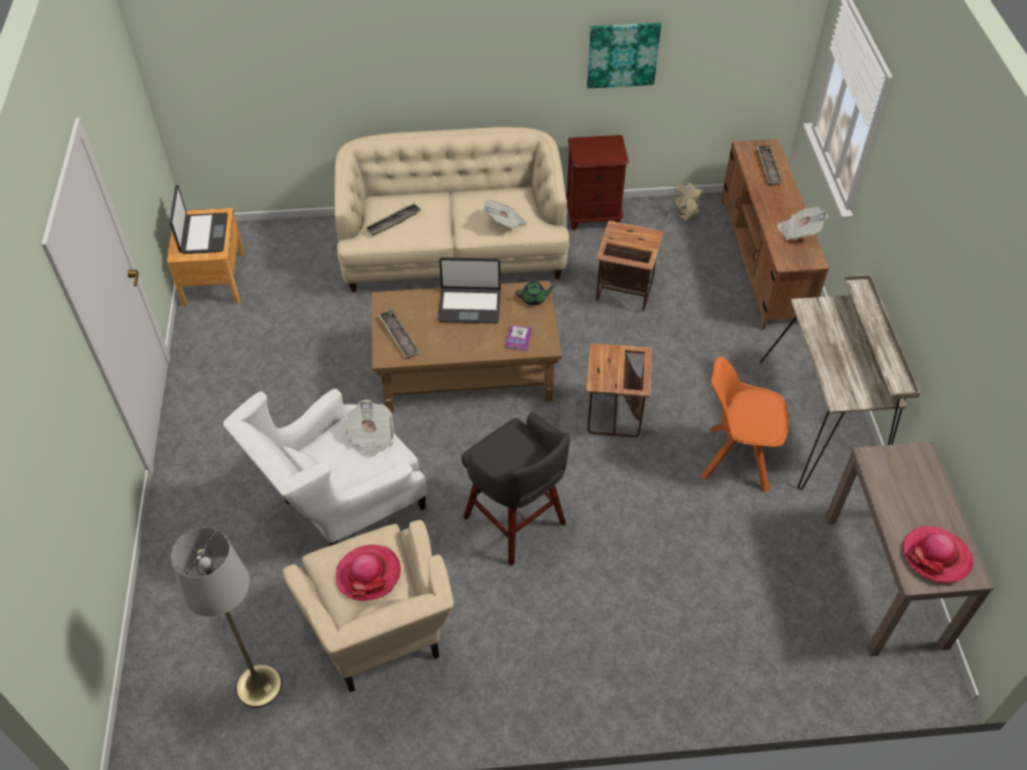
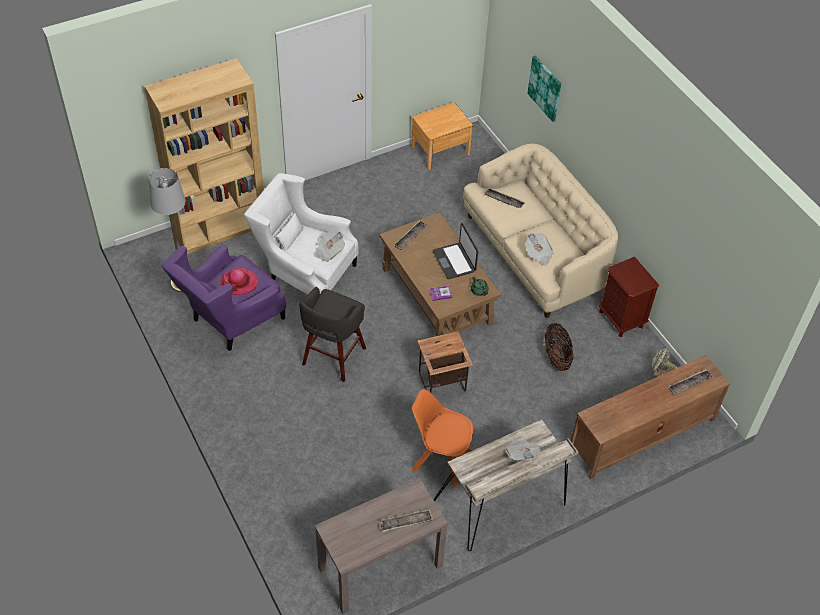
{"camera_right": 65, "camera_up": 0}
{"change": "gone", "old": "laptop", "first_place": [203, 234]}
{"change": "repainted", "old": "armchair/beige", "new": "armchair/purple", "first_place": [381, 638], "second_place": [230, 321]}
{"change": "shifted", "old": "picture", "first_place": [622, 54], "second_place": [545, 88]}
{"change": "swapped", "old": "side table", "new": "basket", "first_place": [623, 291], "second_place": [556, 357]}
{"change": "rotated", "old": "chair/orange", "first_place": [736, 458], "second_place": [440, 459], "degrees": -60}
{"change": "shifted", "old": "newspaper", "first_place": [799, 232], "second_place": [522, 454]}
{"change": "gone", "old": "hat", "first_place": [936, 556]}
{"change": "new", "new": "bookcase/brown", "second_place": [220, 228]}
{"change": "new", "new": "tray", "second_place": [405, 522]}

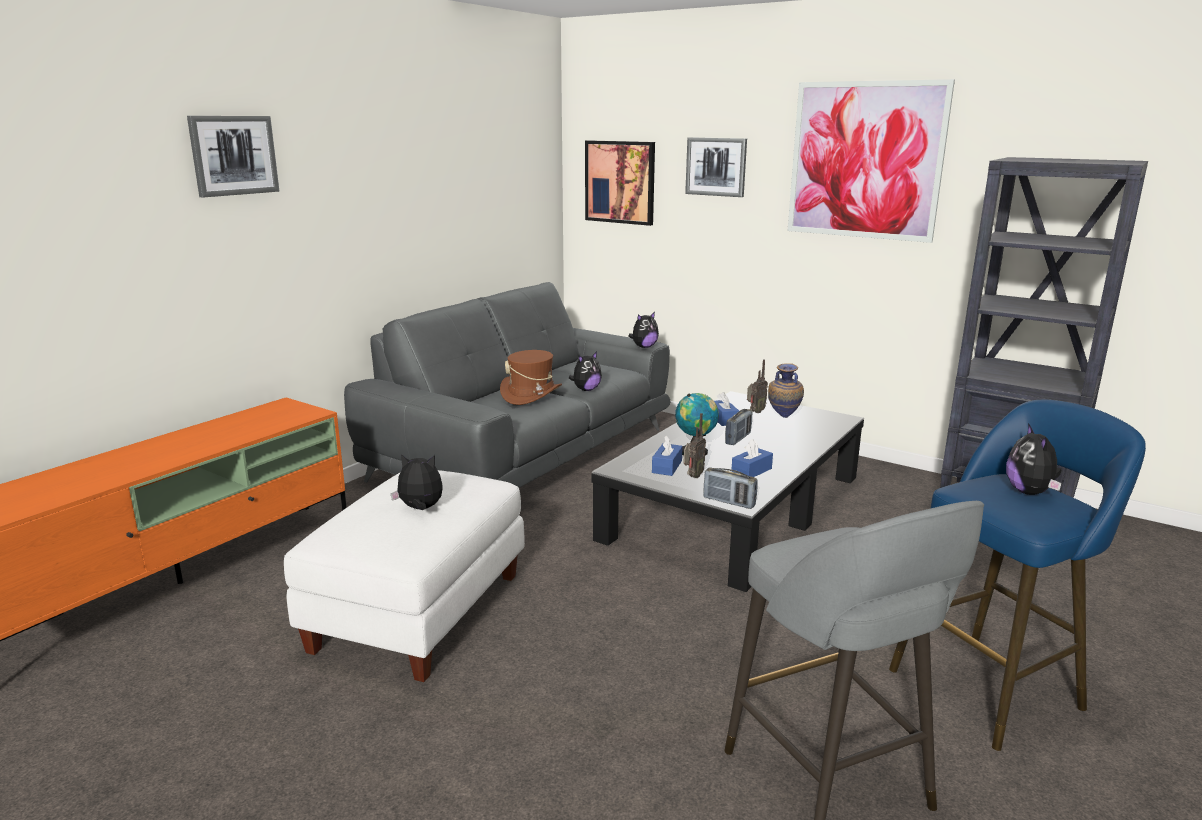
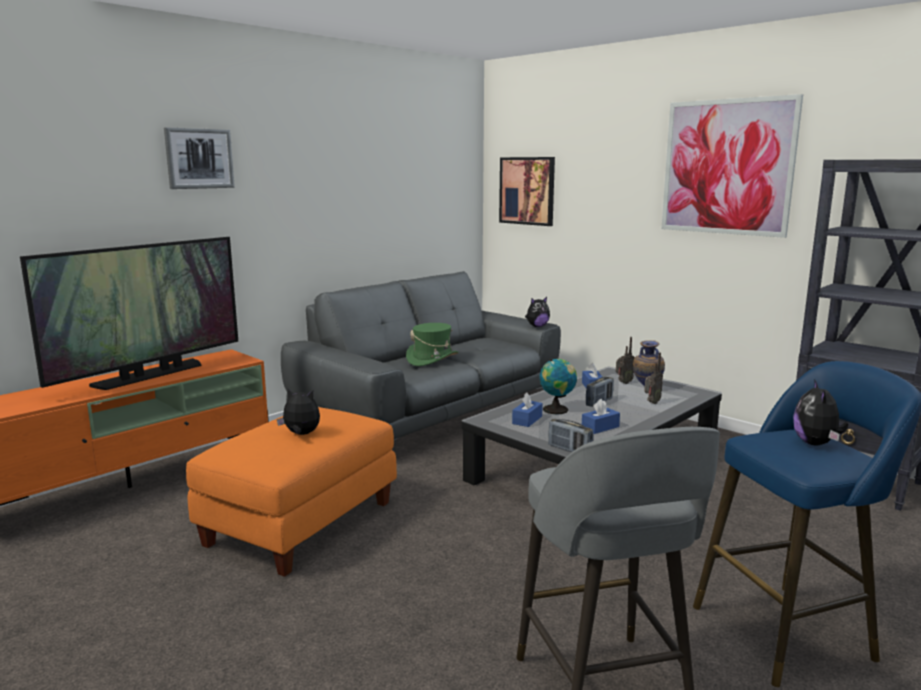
{"camera_right": 10, "camera_up": -5}
{"change": "repainted", "old": "ottoman/white", "new": "ottoman/orange", "first_place": [418, 610], "second_place": [300, 522]}
{"change": "repainted", "old": "hat/brown", "new": "hat/green", "first_place": [531, 394], "second_place": [432, 359]}
{"change": "gone", "old": "plush toy", "first_place": [586, 389]}
{"change": "shifted", "old": "radio", "first_place": [692, 476], "second_place": [651, 403]}
{"change": "gone", "old": "picture", "first_place": [716, 166]}
{"change": "new", "new": "television", "second_place": [150, 375]}

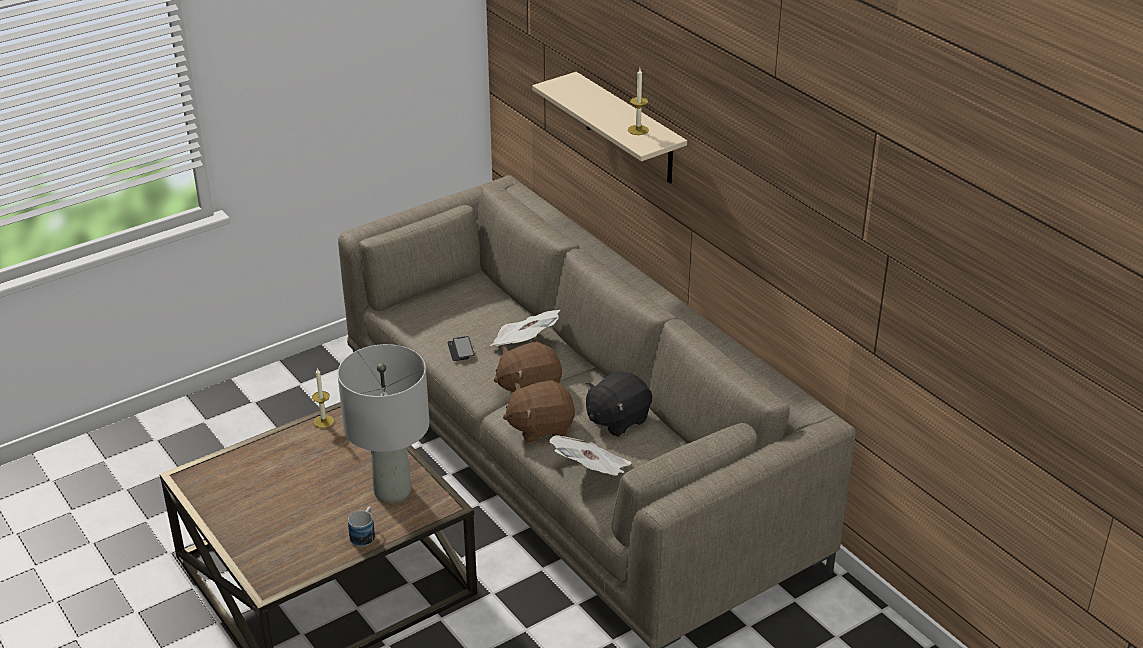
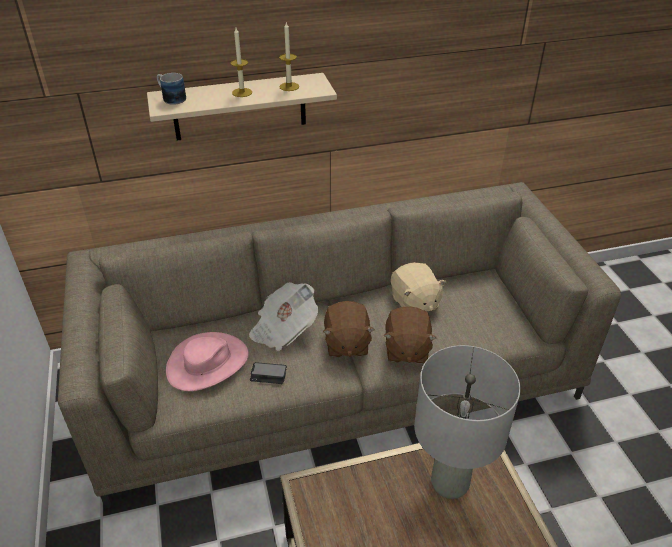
{"camera_right": -70, "camera_up": 5}
{"change": "shifted", "old": "candle", "first_place": [323, 421], "second_place": [242, 92]}
{"change": "shifted", "old": "mug", "first_place": [364, 534], "second_place": [171, 98]}
{"change": "gone", "old": "newspaper", "first_place": [591, 472]}
{"change": "repainted", "old": "plush toy/black", "new": "plush toy/beige", "first_place": [617, 420], "second_place": [414, 303]}
{"change": "new", "new": "hat/pink", "second_place": [208, 363]}

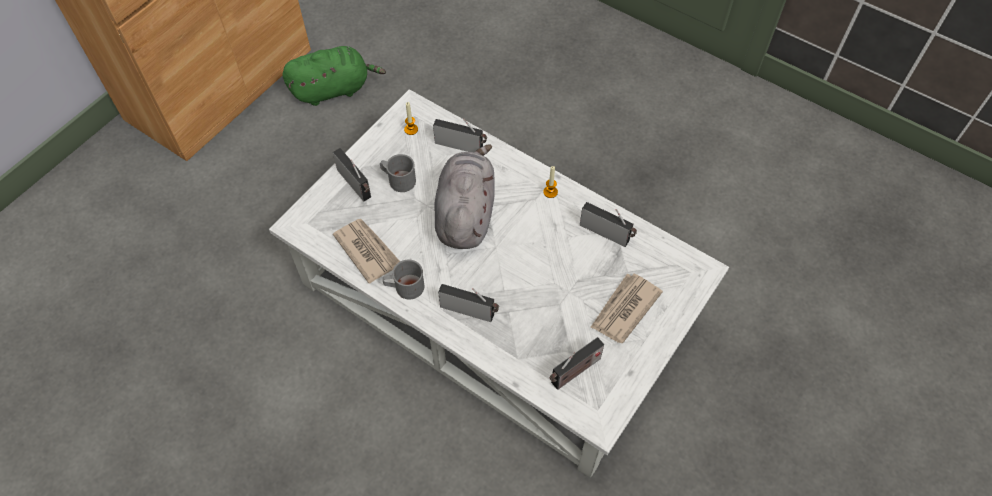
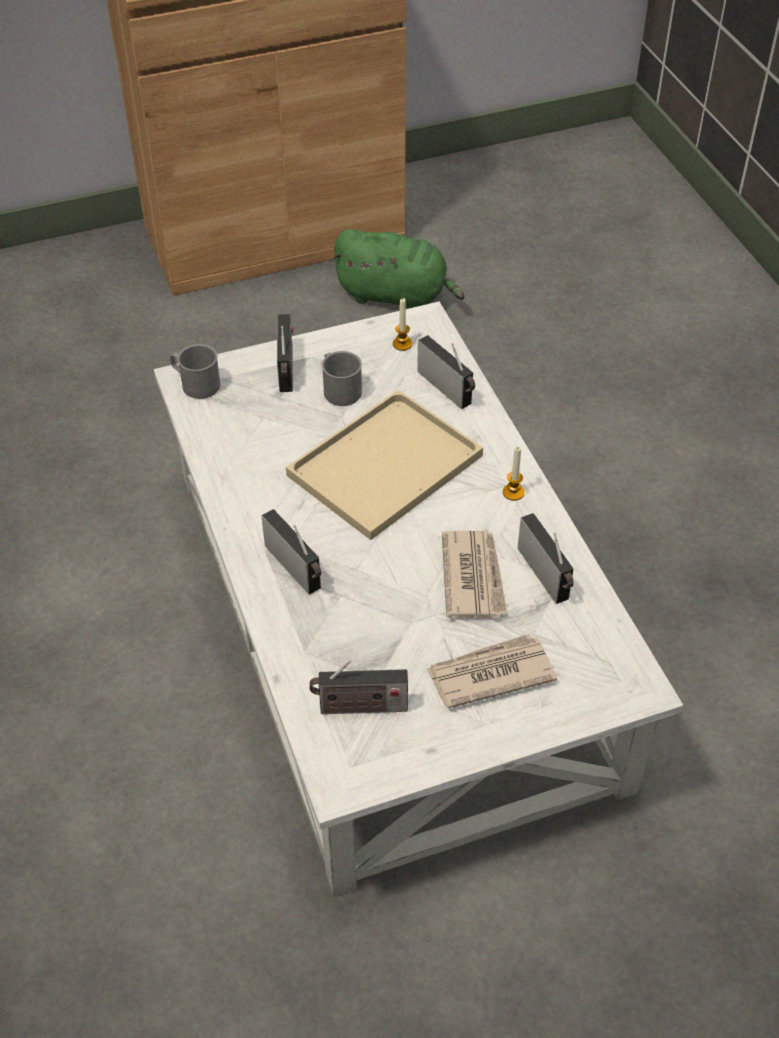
{"camera_right": 35, "camera_up": -10}
{"change": "shifted", "old": "newspaper", "first_place": [367, 250], "second_place": [473, 577]}
{"change": "shifted", "old": "mug/grey", "first_place": [404, 287], "second_place": [196, 384]}
{"change": "swapped", "old": "plush toy/grey", "new": "tray/beige", "first_place": [465, 213], "second_place": [386, 463]}

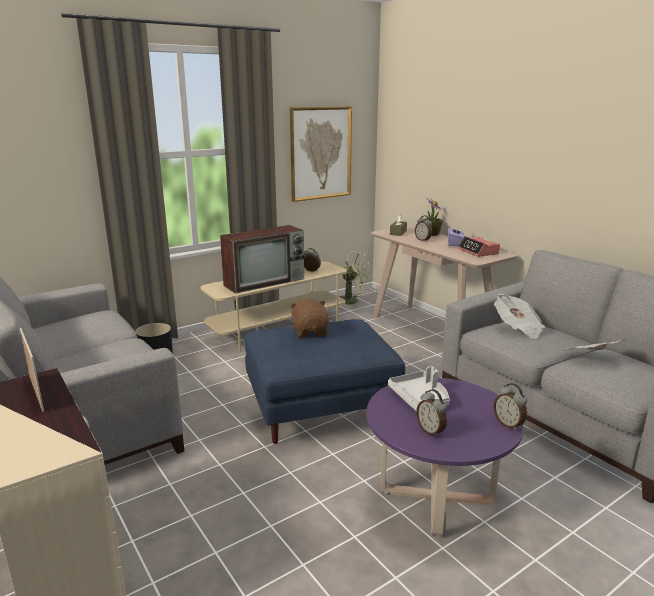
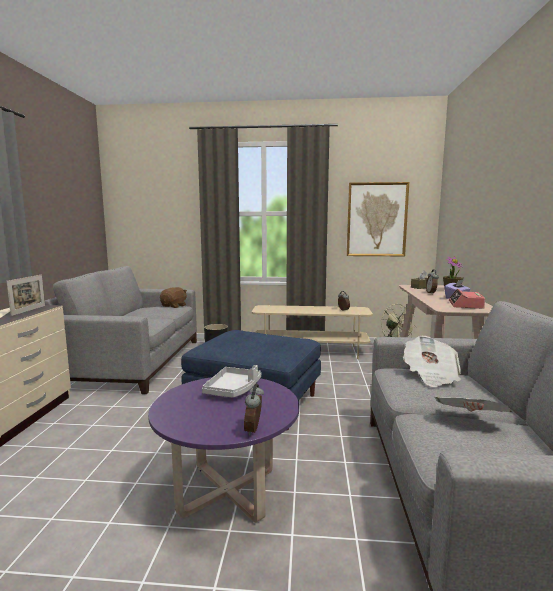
{"camera_right": 40, "camera_up": -10}
{"change": "gone", "old": "television", "first_place": [265, 282]}
{"change": "shifted", "old": "plush toy/brown", "first_place": [310, 332], "second_place": [174, 306]}
{"change": "gone", "old": "alarm clock", "first_place": [431, 431]}

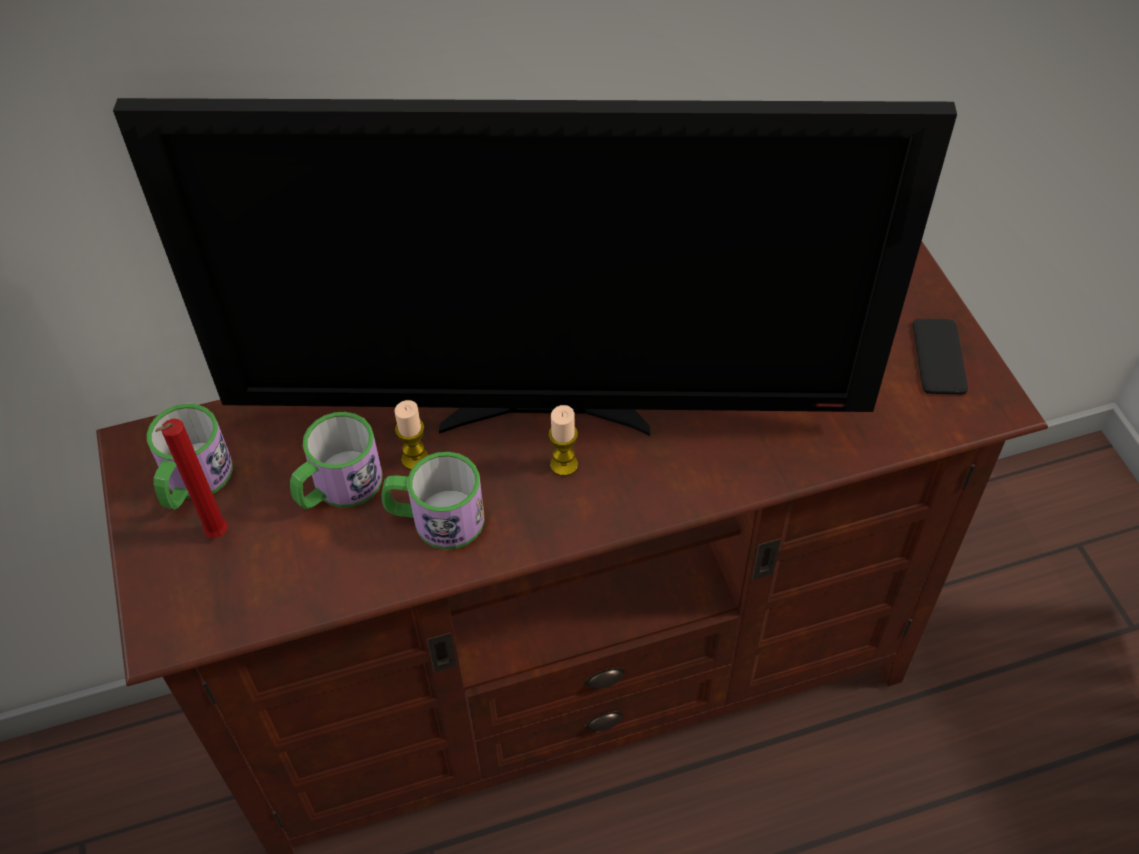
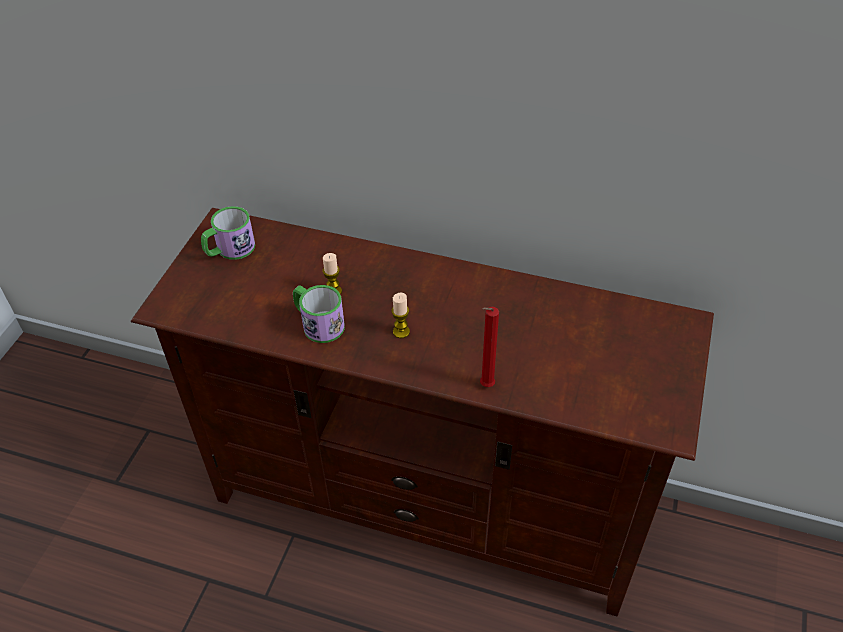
{"camera_right": 35, "camera_up": -5}
{"change": "gone", "old": "television", "first_place": [547, 414]}
{"change": "shifted", "old": "candle/red", "first_place": [215, 536], "second_place": [485, 386]}
{"change": "gone", "old": "mug", "first_place": [338, 487]}
{"change": "gone", "old": "phone", "first_place": [939, 357]}

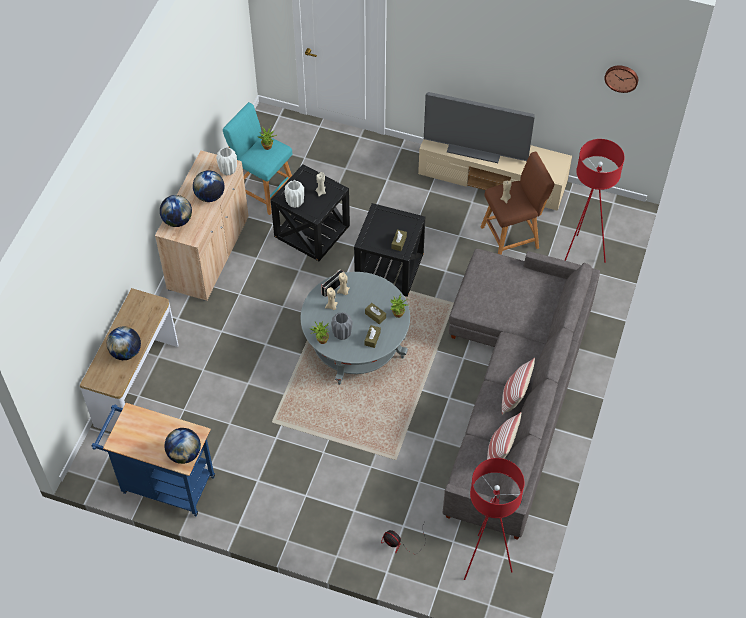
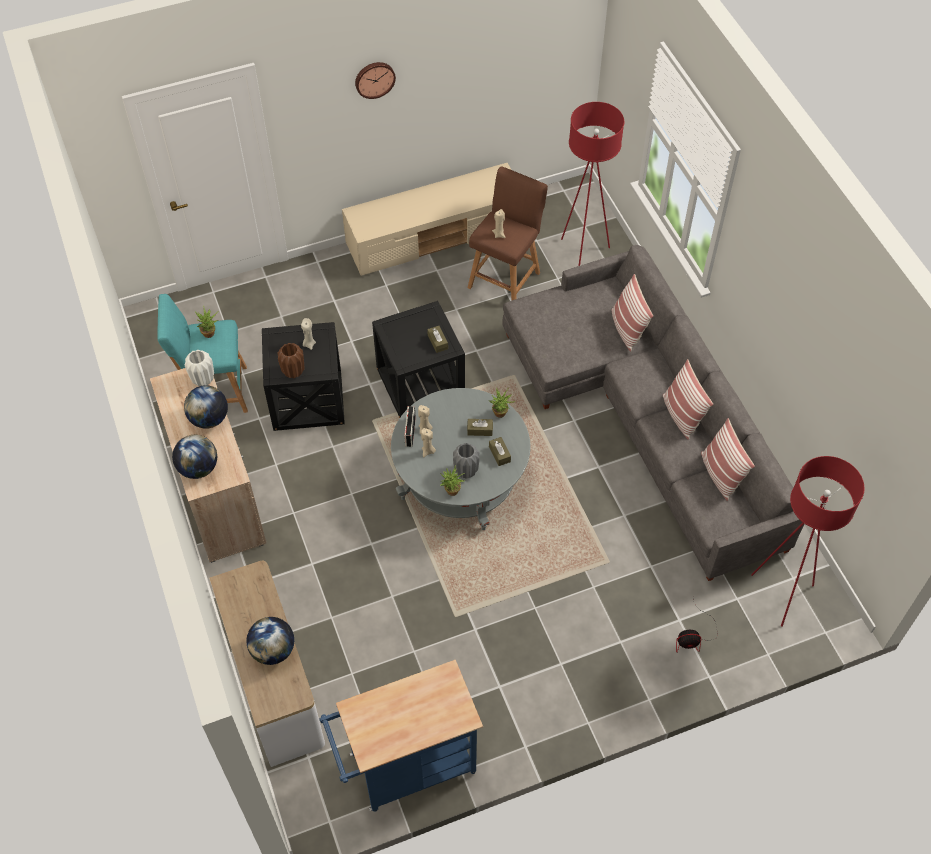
{"camera_right": -40, "camera_up": 0}
{"change": "gone", "old": "globe", "first_place": [184, 454]}
{"change": "repainted", "old": "vase/white", "new": "vase/brown", "first_place": [295, 203], "second_place": [293, 371]}
{"change": "gone", "old": "television", "first_place": [476, 148]}
{"change": "shifted", "old": "wall clock", "first_place": [621, 77], "second_place": [374, 79]}
{"change": "new", "new": "pillow", "second_place": [627, 329]}

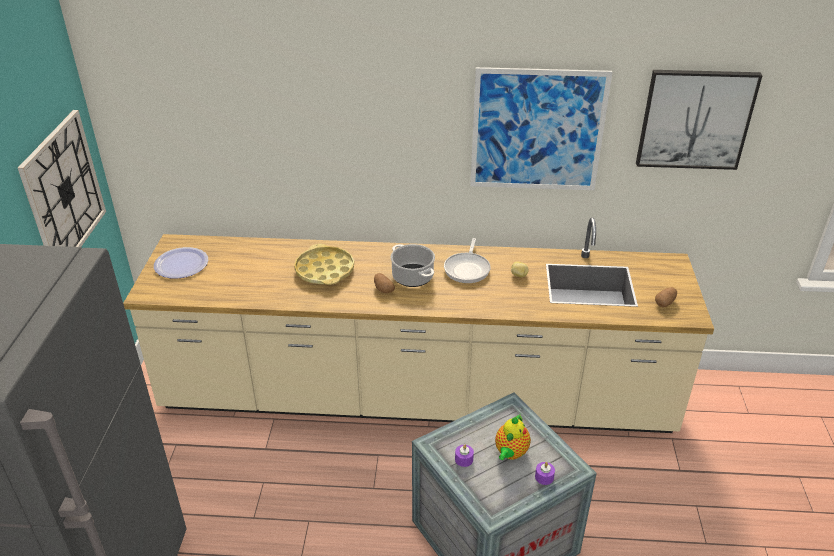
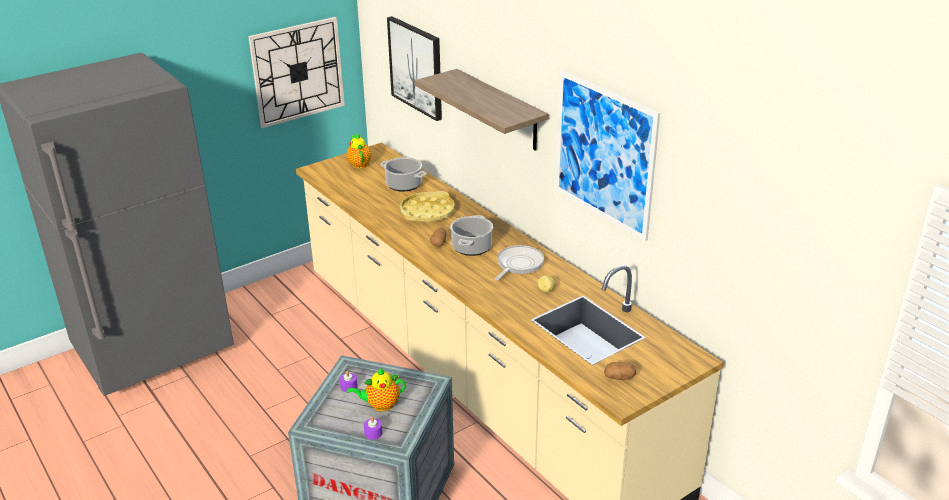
{"camera_right": 50, "camera_up": -5}
{"change": "swapped", "old": "plate", "new": "teapot", "first_place": [181, 264], "second_place": [359, 164]}
{"change": "rotated", "old": "frying pan", "first_place": [467, 269], "second_place": [518, 264], "degrees": 150}
{"change": "shifted", "old": "picture", "first_place": [695, 119], "second_place": [416, 67]}
{"change": "new", "new": "cooking pot", "second_place": [403, 185]}
{"change": "new", "new": "shelf", "second_place": [500, 110]}

